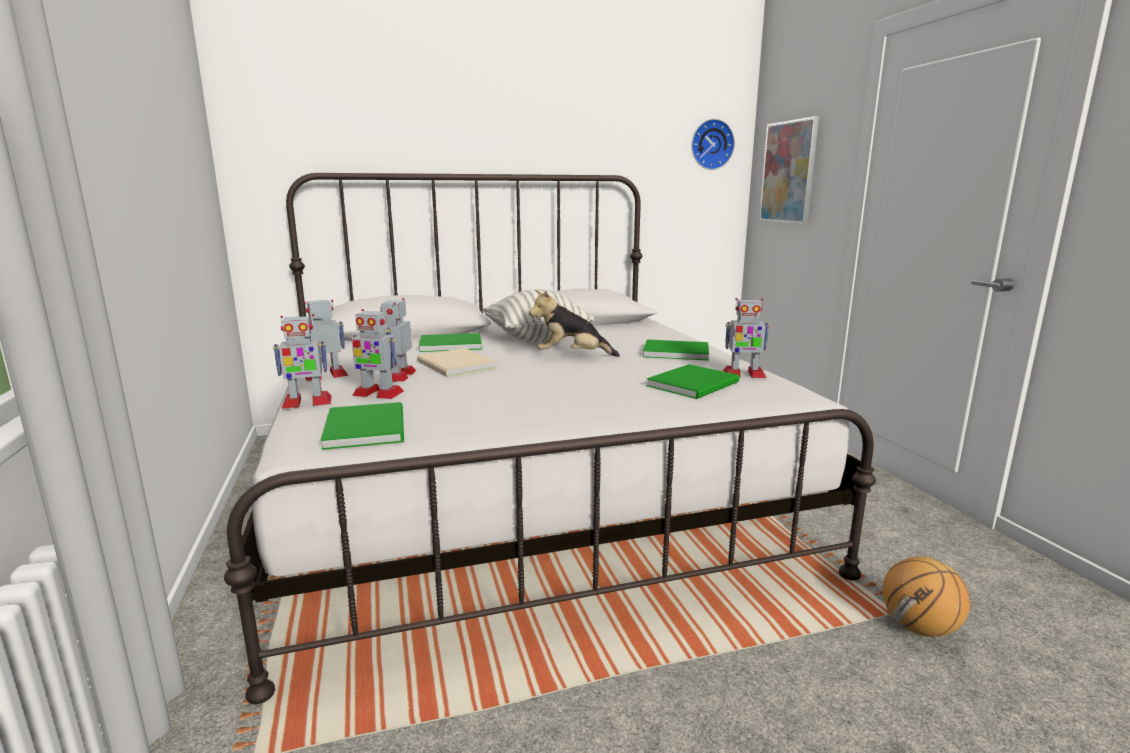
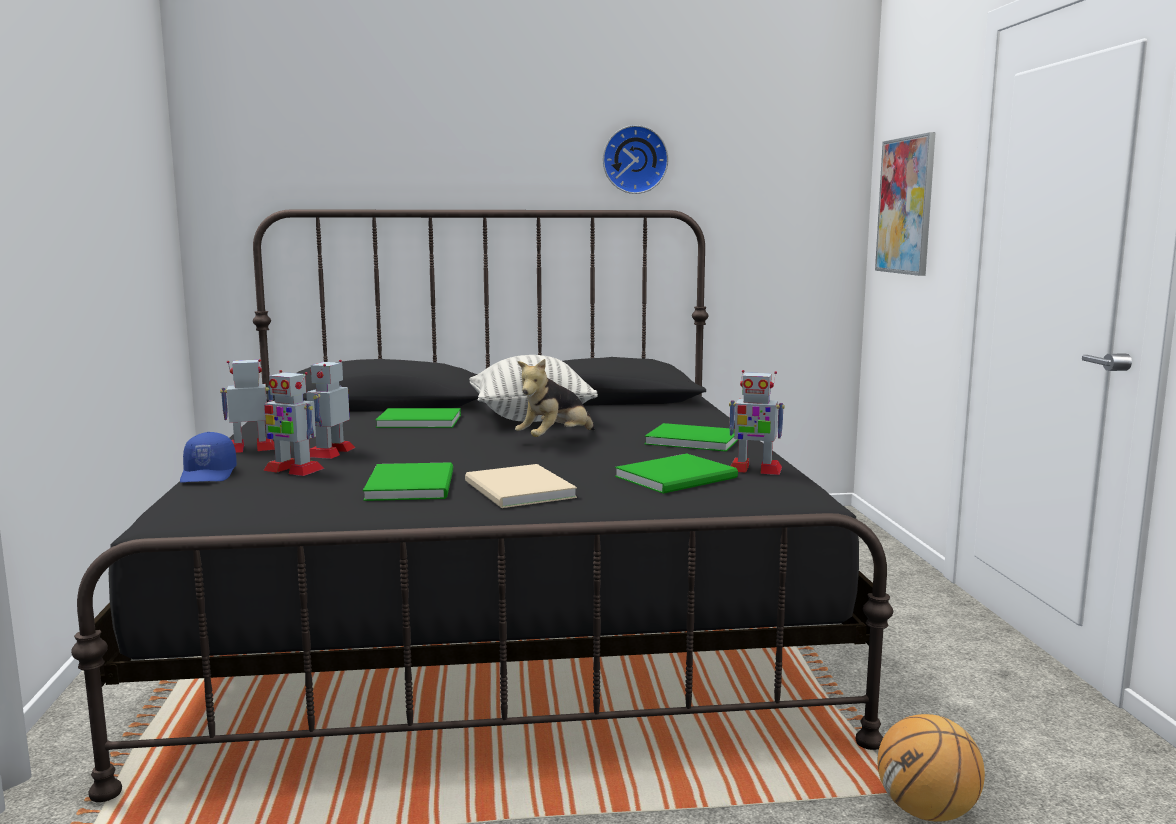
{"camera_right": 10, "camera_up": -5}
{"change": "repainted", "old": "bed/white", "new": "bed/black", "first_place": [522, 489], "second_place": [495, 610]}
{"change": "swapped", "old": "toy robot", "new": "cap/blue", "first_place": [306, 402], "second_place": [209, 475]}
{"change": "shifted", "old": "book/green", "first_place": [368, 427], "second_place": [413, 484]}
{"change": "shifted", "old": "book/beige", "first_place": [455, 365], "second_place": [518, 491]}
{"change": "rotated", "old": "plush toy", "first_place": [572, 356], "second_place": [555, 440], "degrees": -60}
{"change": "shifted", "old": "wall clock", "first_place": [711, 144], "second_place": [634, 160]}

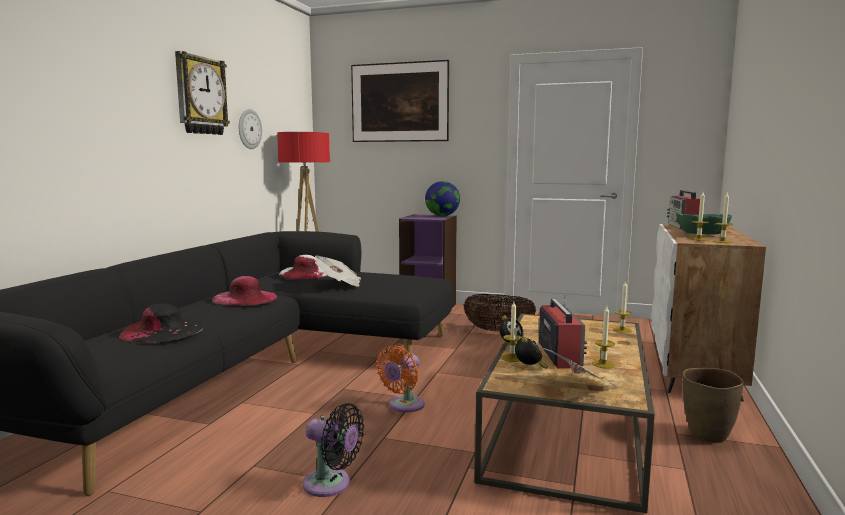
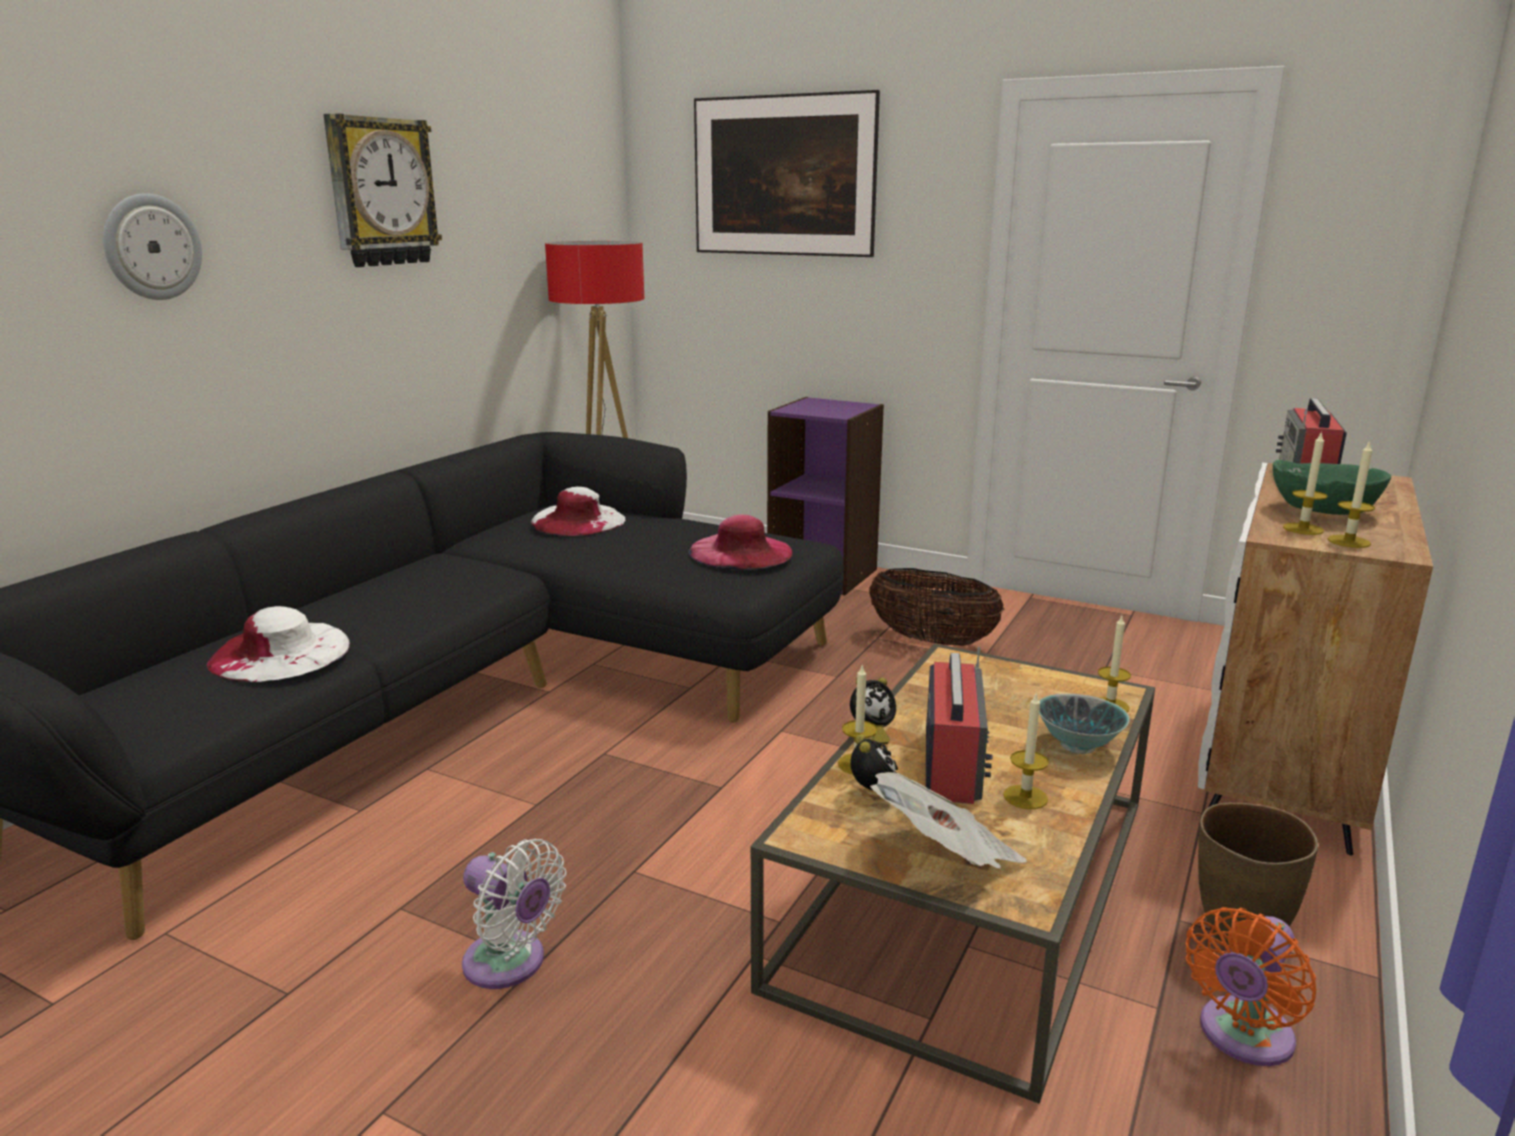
{"camera_right": 10, "camera_up": 10}
{"change": "repainted", "old": "hat/black", "new": "hat/white", "first_place": [162, 331], "second_place": [280, 653]}
{"change": "shifted", "old": "hat/pink", "first_place": [245, 298], "second_place": [741, 552]}
{"change": "shifted", "old": "wall clock", "first_place": [249, 129], "second_place": [152, 247]}
{"change": "repainted", "old": "fan/black", "new": "fan/white", "first_place": [331, 485], "second_place": [510, 964]}
{"change": "gone", "old": "newspaper", "first_place": [339, 284]}
{"change": "shifted", "old": "fan/orange", "first_place": [404, 406], "second_place": [1242, 1037]}
{"change": "gone", "old": "globe", "first_place": [442, 216]}
{"change": "new", "new": "bowl", "second_place": [1078, 747]}

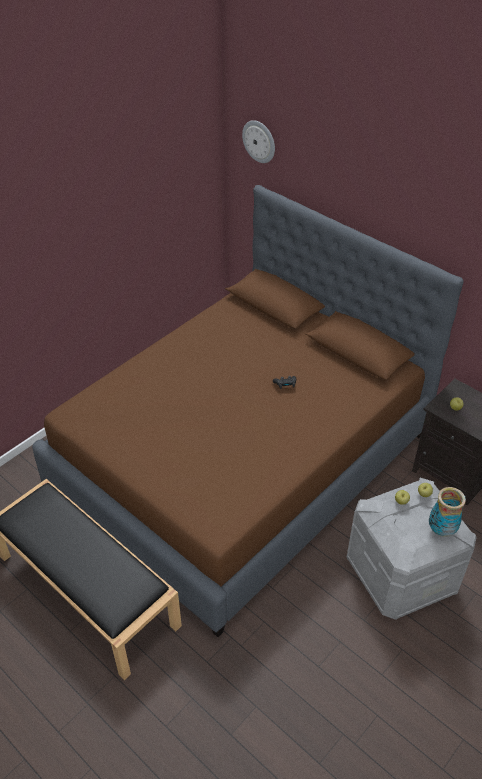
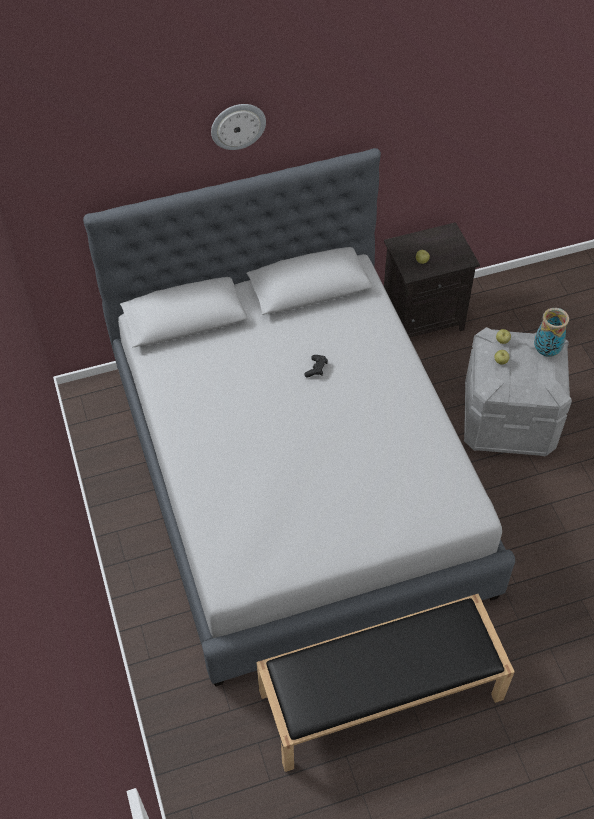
{"camera_right": -60, "camera_up": 10}
{"change": "repainted", "old": "bed/brown", "new": "bed/grey", "first_place": [242, 461], "second_place": [298, 478]}
{"change": "shifted", "old": "wall clock", "first_place": [259, 141], "second_place": [238, 125]}

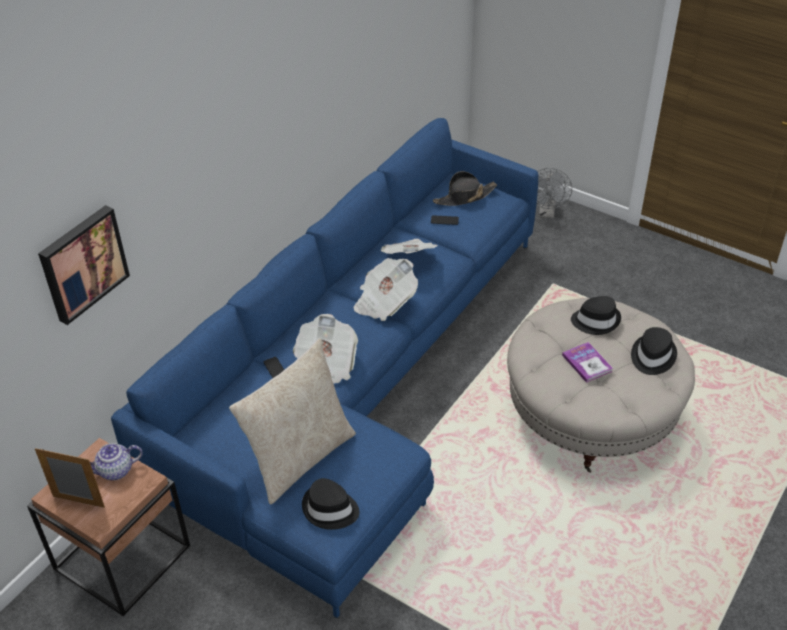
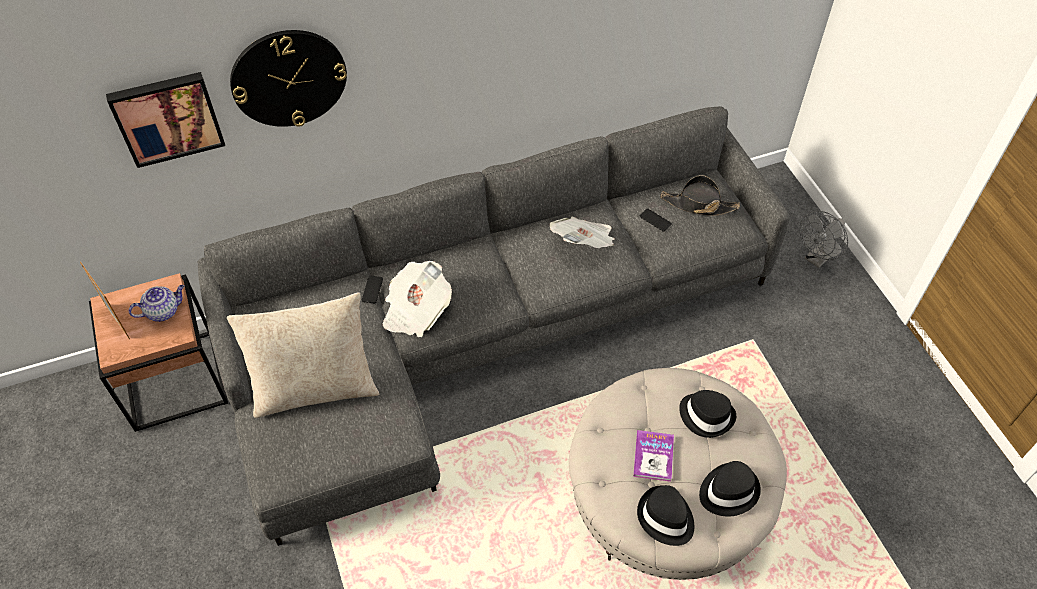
{"camera_right": 35, "camera_up": 10}
{"change": "rotated", "old": "teapot", "first_place": [115, 471], "second_place": [163, 311], "degrees": 135}
{"change": "repainted", "old": "sofa/blue", "new": "sofa/grey", "first_place": [355, 383], "second_place": [479, 334]}
{"change": "shifted", "old": "hat/black", "first_place": [330, 509], "second_place": [665, 518]}
{"change": "gone", "old": "newspaper", "first_place": [384, 302]}
{"change": "new", "new": "wall clock", "second_place": [289, 78]}

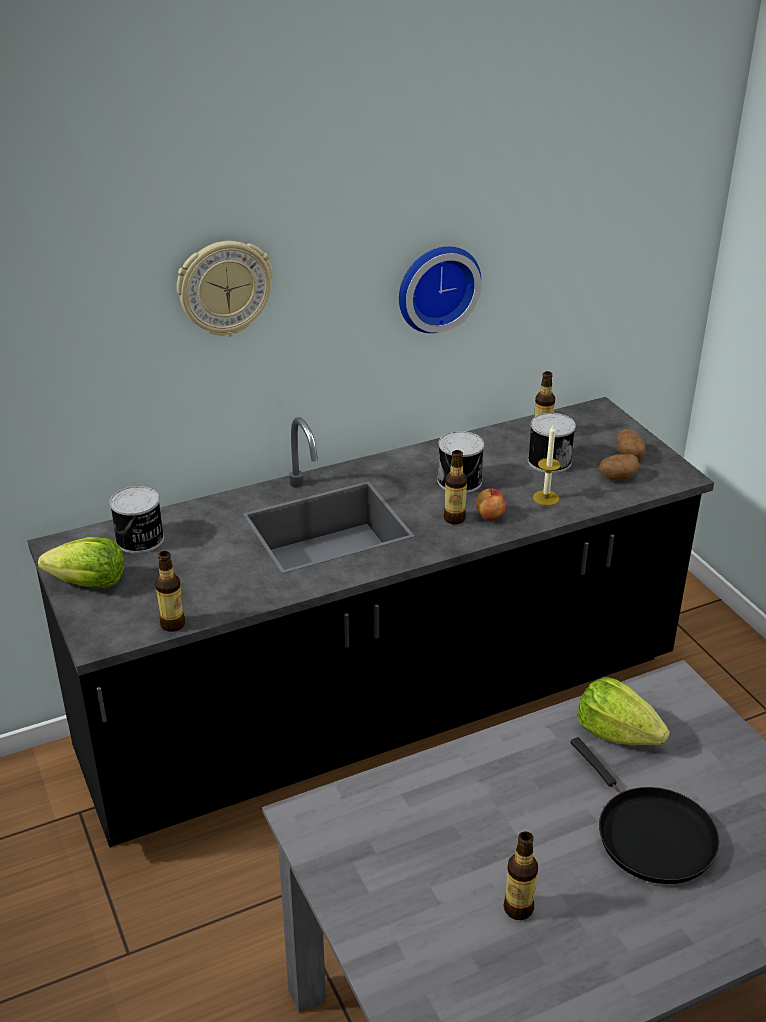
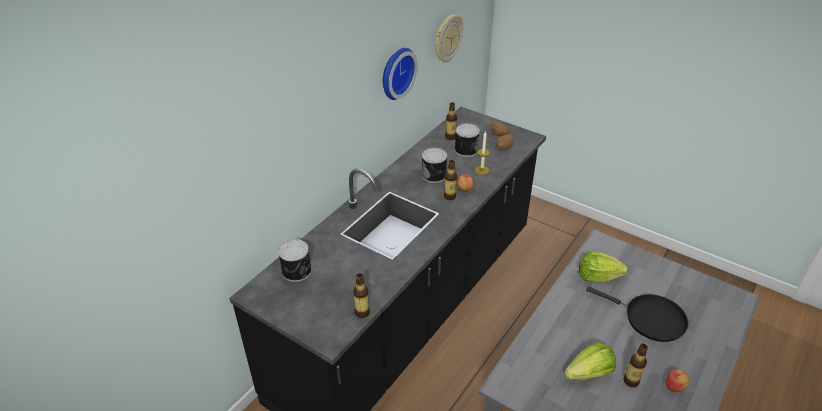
{"camera_right": -30, "camera_up": 5}
{"change": "shifted", "old": "lettuce", "first_place": [88, 583], "second_place": [589, 373]}
{"change": "shifted", "old": "wall clock", "first_place": [224, 288], "second_place": [447, 38]}
{"change": "new", "new": "apple", "second_place": [674, 386]}

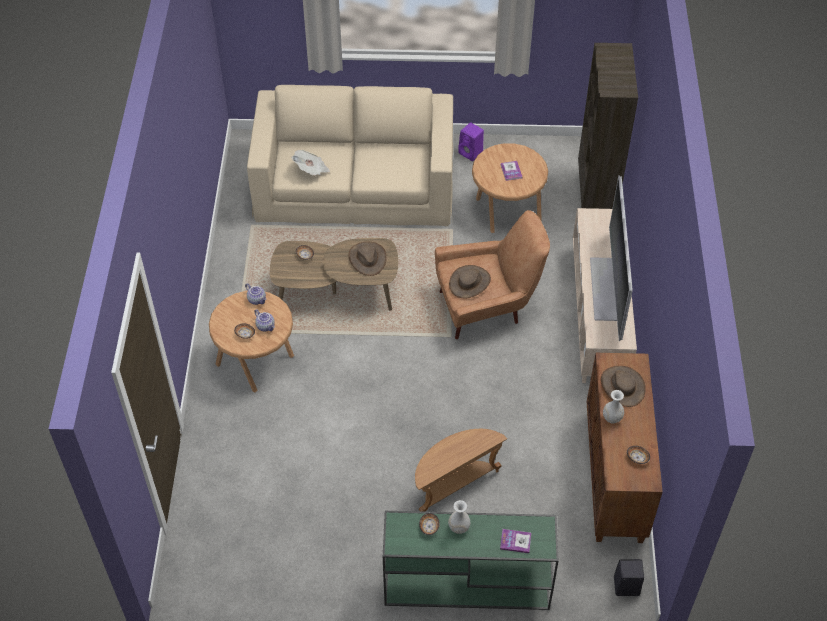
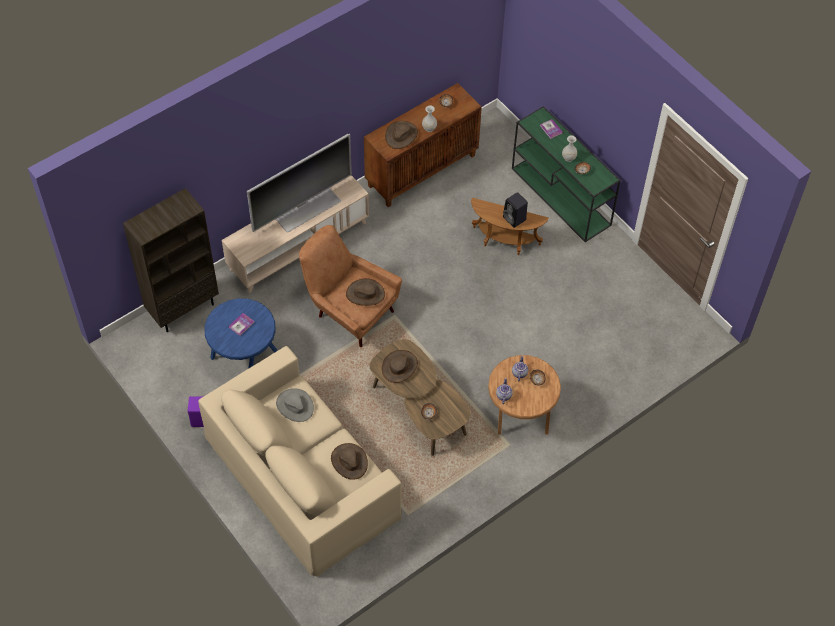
{"camera_right": -130, "camera_up": 5}
{"change": "swapped", "old": "newspaper", "new": "hat/brown", "first_place": [311, 170], "second_place": [349, 461]}
{"change": "repainted", "old": "side table/brown", "new": "side table/blue", "first_place": [506, 210], "second_place": [244, 356]}
{"change": "shifted", "old": "speaker/black", "first_place": [625, 586], "second_place": [515, 219]}
{"change": "new", "new": "hat/grey", "second_place": [294, 406]}

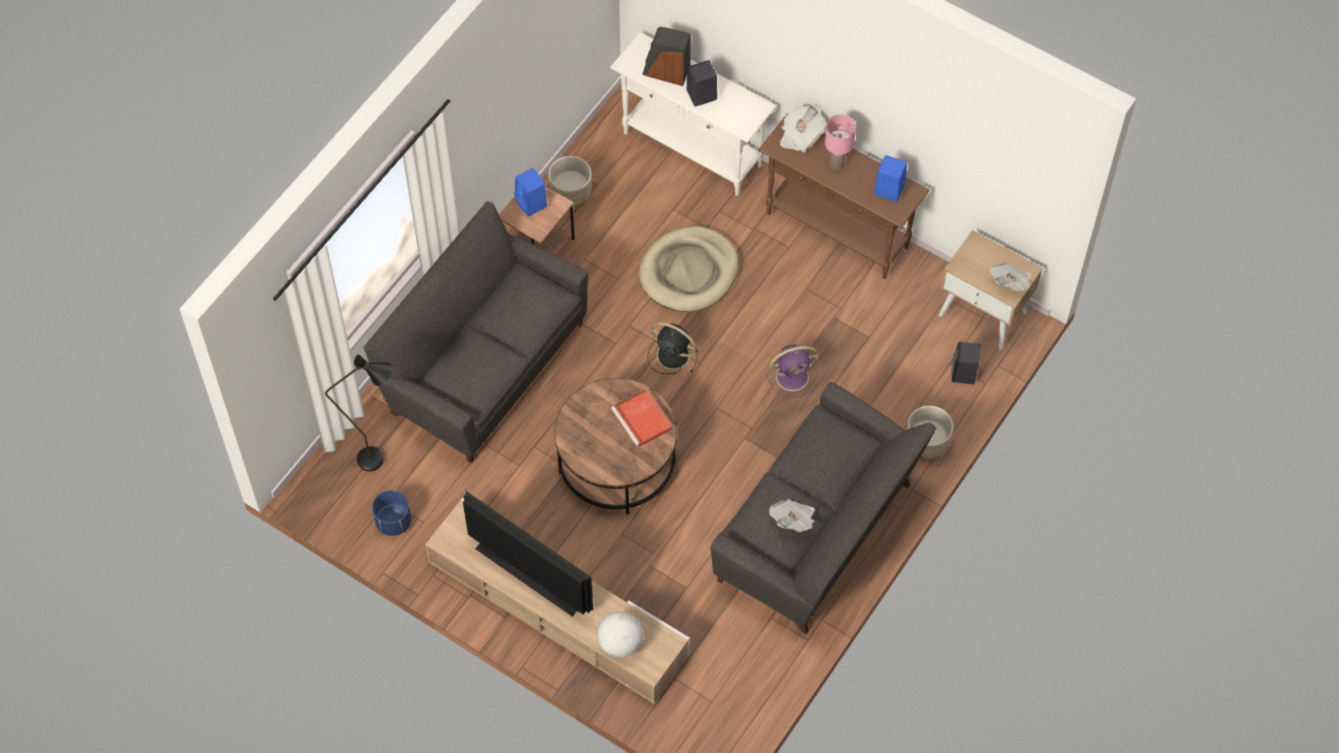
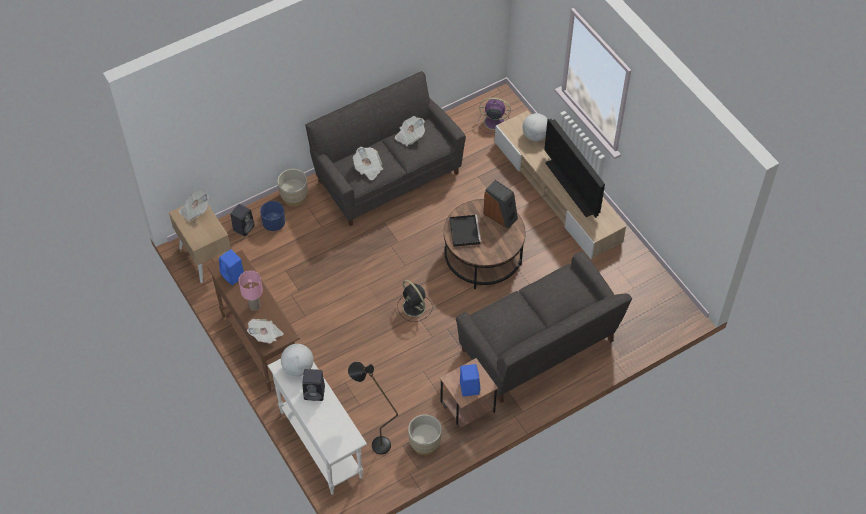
{"camera_right": -155, "camera_up": -5}
{"change": "shifted", "old": "floor lamp/black", "first_place": [380, 460], "second_place": [374, 442]}
{"change": "shifted", "old": "planter/blue", "first_place": [393, 522], "second_place": [274, 223]}
{"change": "repainted", "old": "tray/red", "new": "tray/black", "first_place": [643, 420], "second_place": [464, 231]}
{"change": "gone", "old": "dog bed/beige", "first_place": [689, 272]}
{"change": "shifted", "old": "speaker", "first_place": [666, 71], "second_place": [500, 215]}
{"change": "shifted", "old": "fan/purple", "first_place": [793, 376], "second_place": [493, 121]}
{"change": "new", "new": "globe", "second_place": [298, 368]}
{"change": "new", "new": "newspaper", "second_place": [368, 168]}

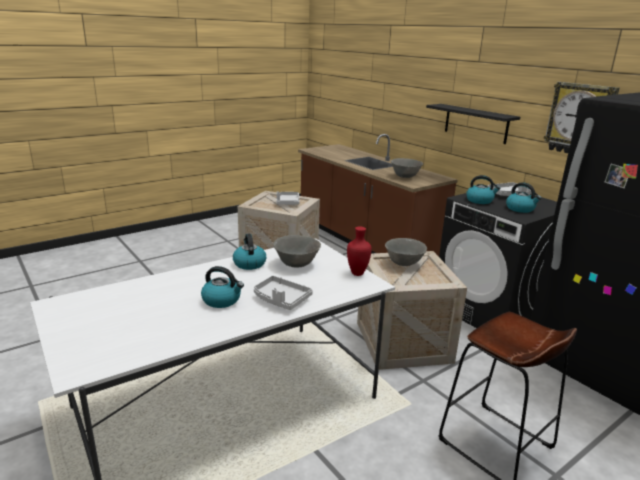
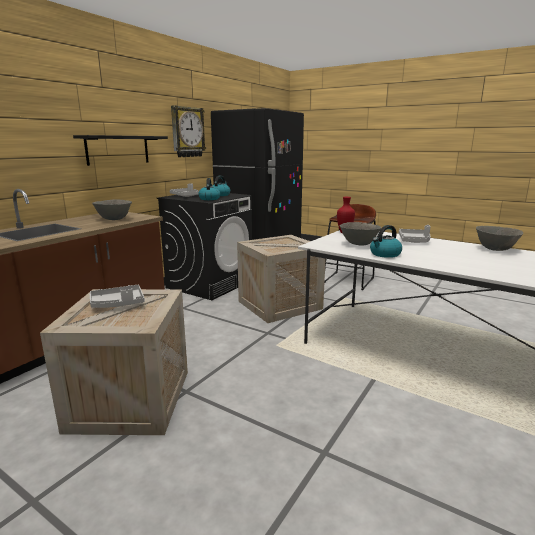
{"camera_right": -110, "camera_up": -5}
{"change": "gone", "old": "kettle", "first_place": [222, 300]}
{"change": "shifted", "old": "bowl/grey", "first_place": [404, 263], "second_place": [495, 249]}

